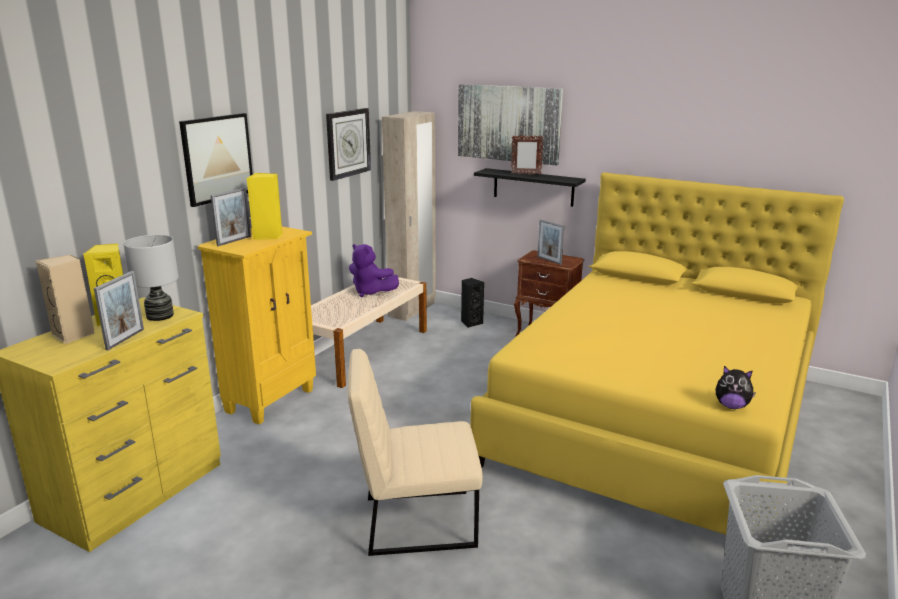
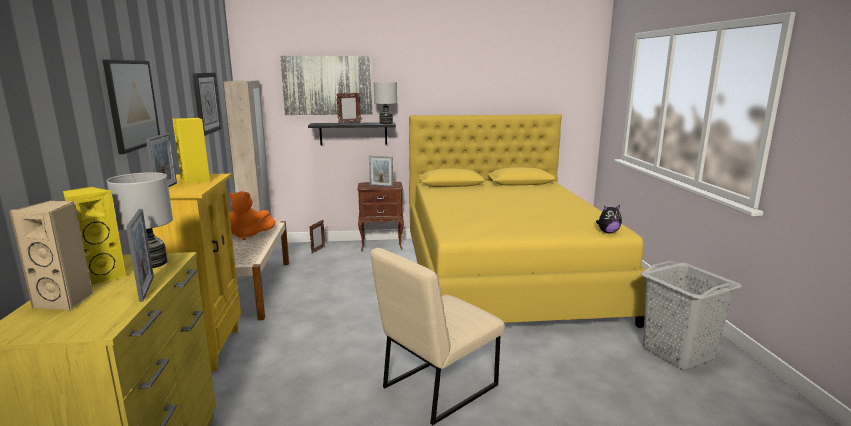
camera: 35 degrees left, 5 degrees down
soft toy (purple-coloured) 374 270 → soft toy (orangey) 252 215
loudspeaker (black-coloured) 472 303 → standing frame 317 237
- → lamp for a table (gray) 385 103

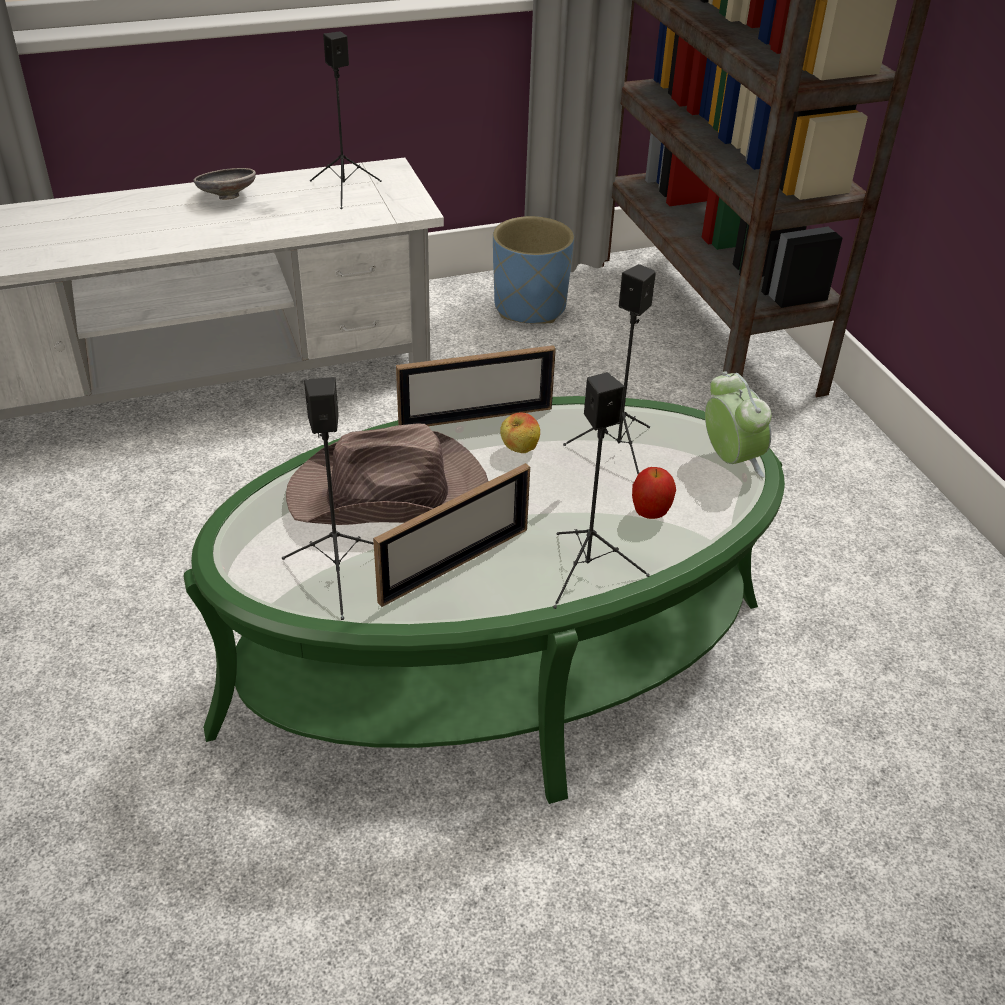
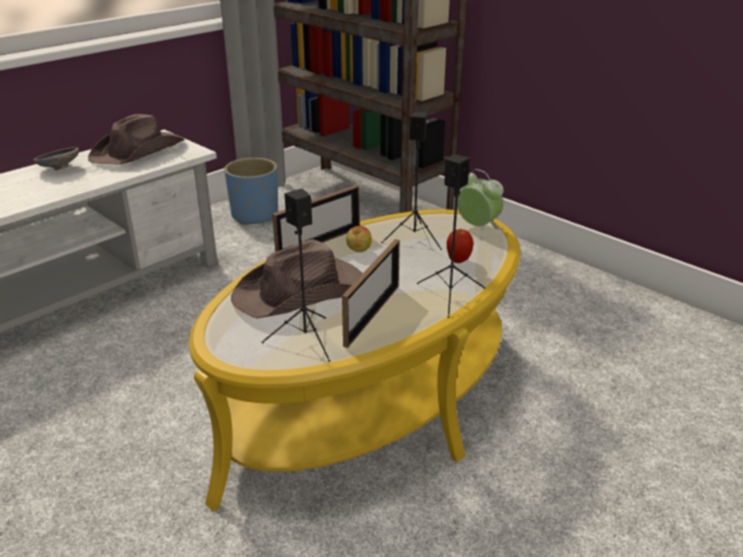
camera: 25 degrees left, 10 degrees down
lounge table (greenish) 484 600 → lounge table (yellow-coloured) 354 360
loudspeaker (black-coloured) 346 120 → clothing hat (brown) 136 139

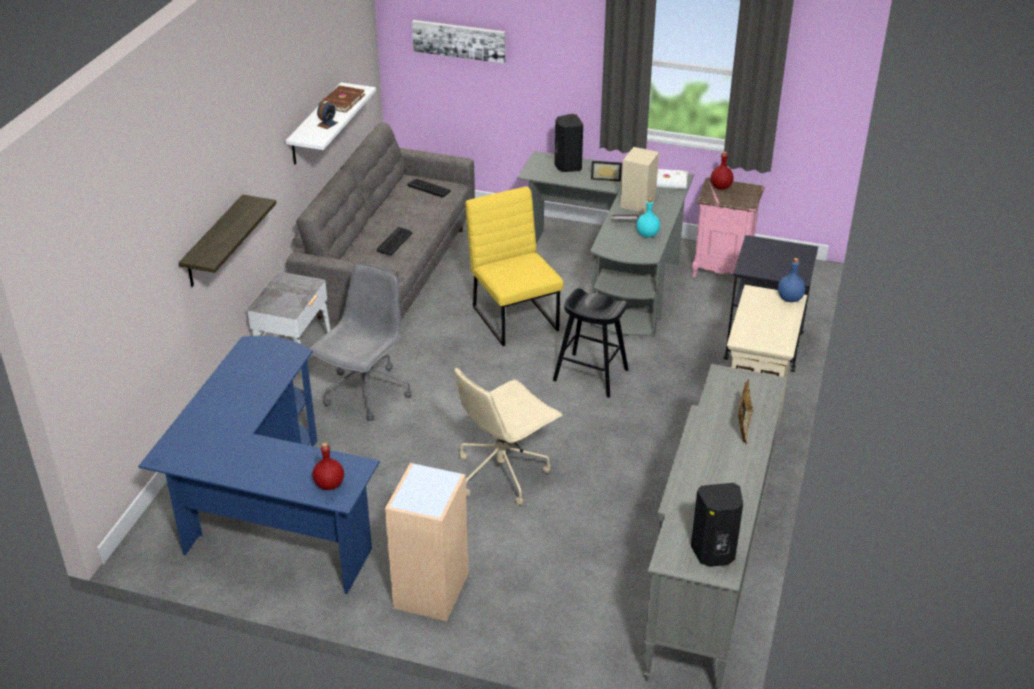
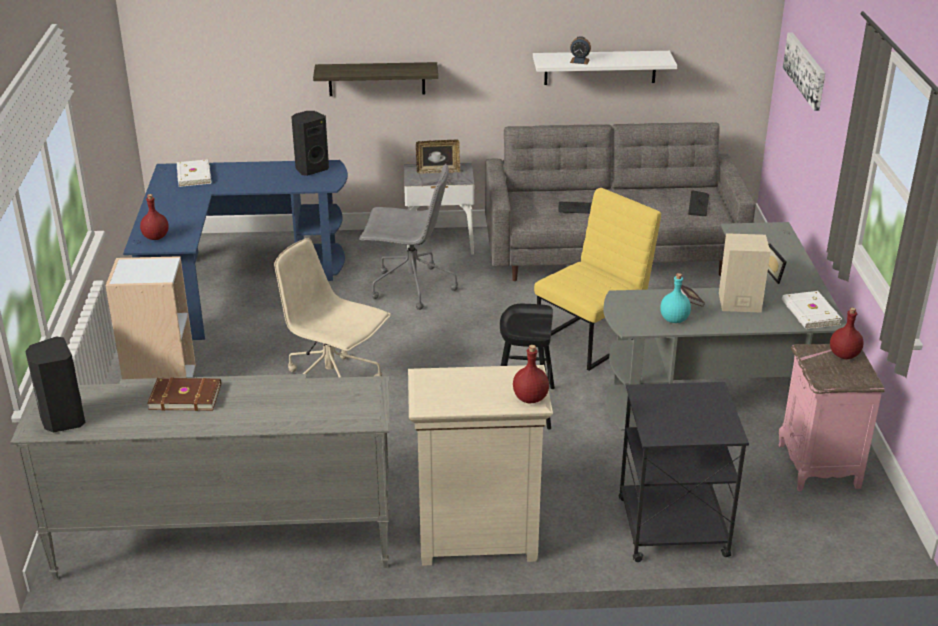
camera: 70 degrees right, 5 degrees down
volume (brown) 342 99 → volume (brown) 184 394, relocated
loudspeaker (black-coloured) 569 143 → loudspeaker (black-coloured) 310 143, relocated
standing frame 746 412 → standing frame 438 157, relocated
beverage bottle (blue) 791 280 → beverage bottle (red) 531 374
- → volume (whitish) 194 173

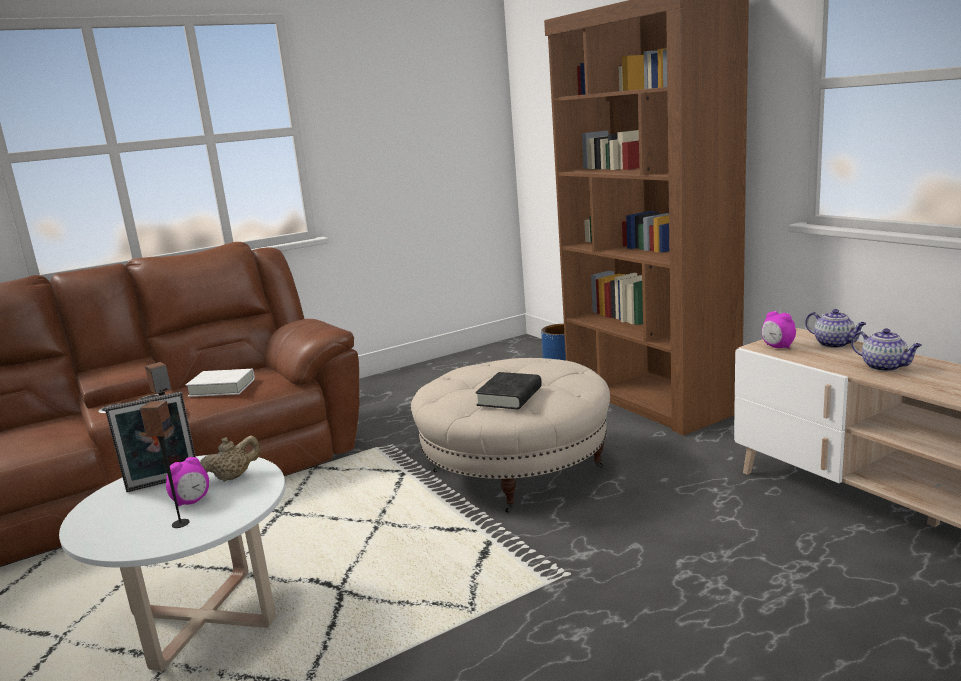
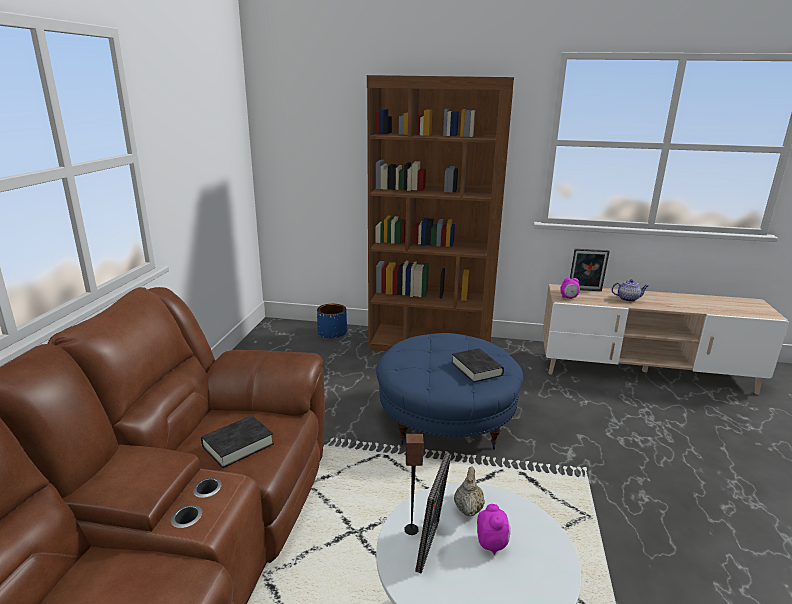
camera: 50 degrees left, 5 degrees up
loudspeaker 164 464 → -
volume (whitish) 220 383 → volume (black-coloured) 237 442
footrest (beige) 510 435 → footrest (blue) 449 391
pot for tea 835 328 → standing frame 590 269

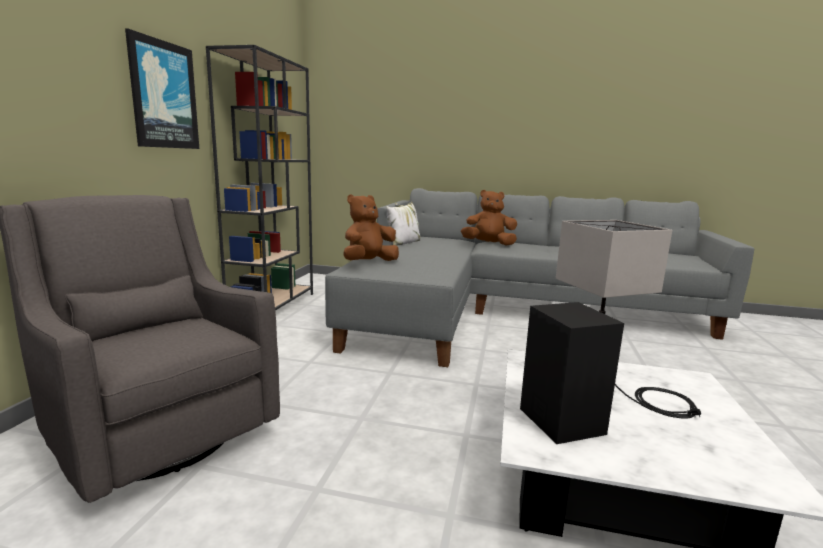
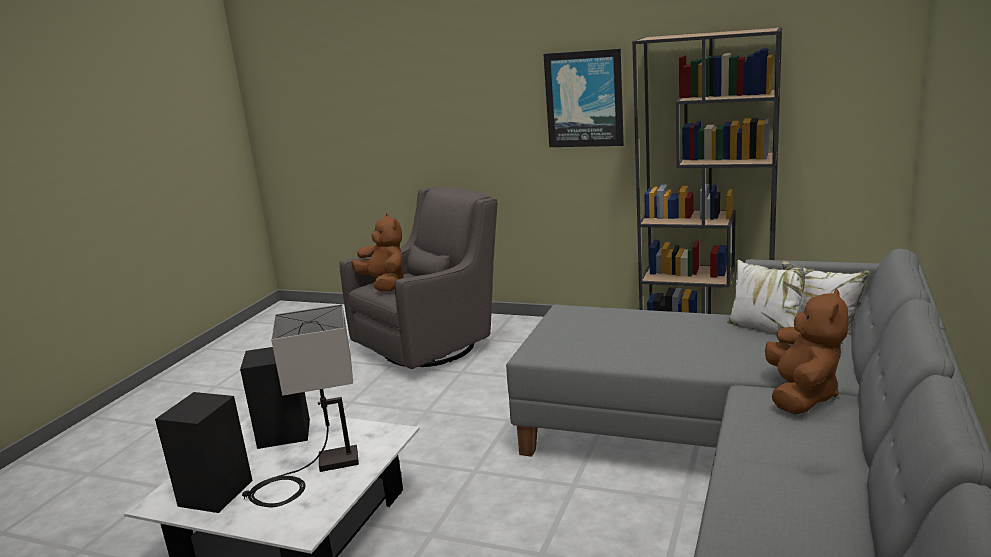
camera: 100 degrees right, 5 degrees up
soft toy (brown) 371 227 → soft toy (brown) 377 252, relocated
- → loudspeaker (black-coloured) 204 452

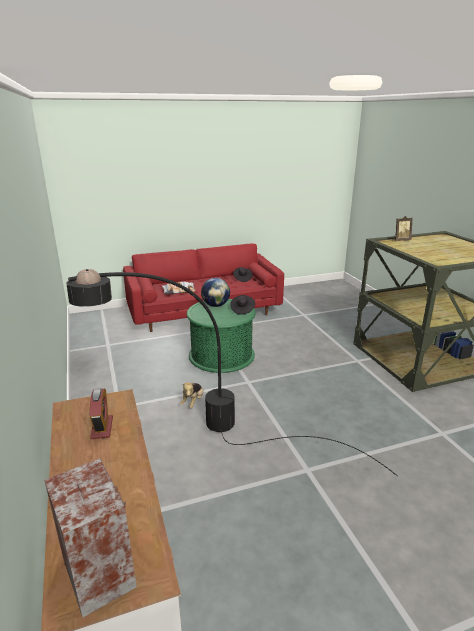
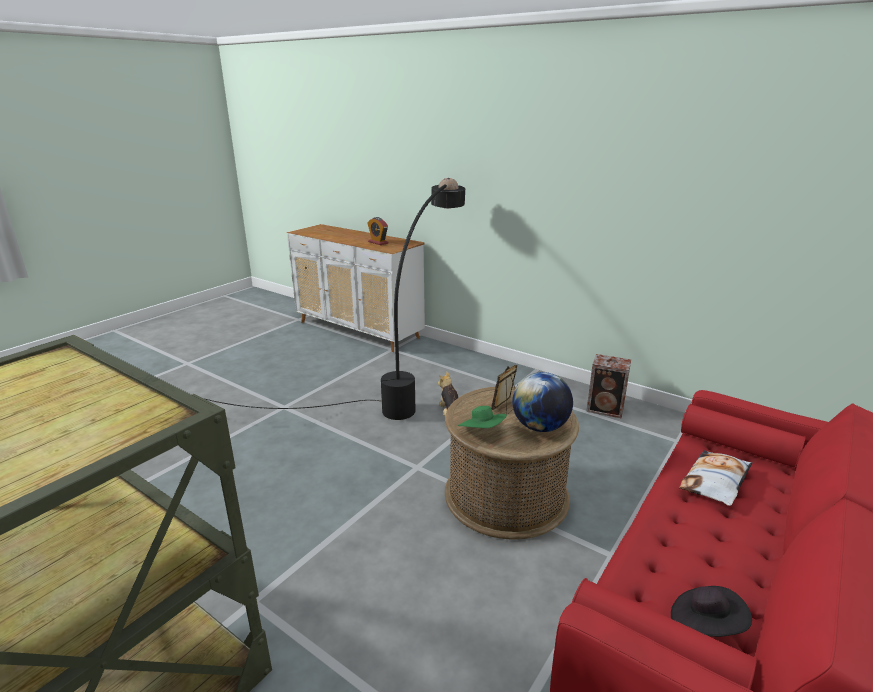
camera: 145 degrees right, 0 degrees up
loudspeaker 90 538 → loudspeaker 608 386, relocated
lounge table (greenish) 221 336 → lounge table (brown) 512 463
clothing hat (black-coloured) 242 305 → clothing hat (greenish) 482 417
standing frame 403 228 → standing frame 504 389, relocated

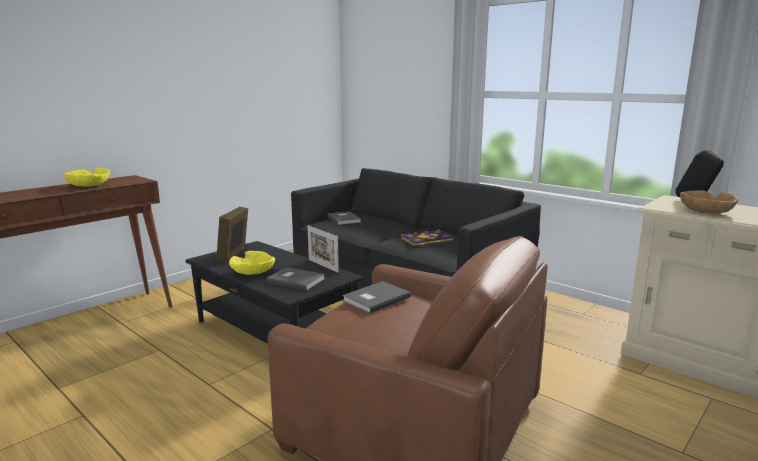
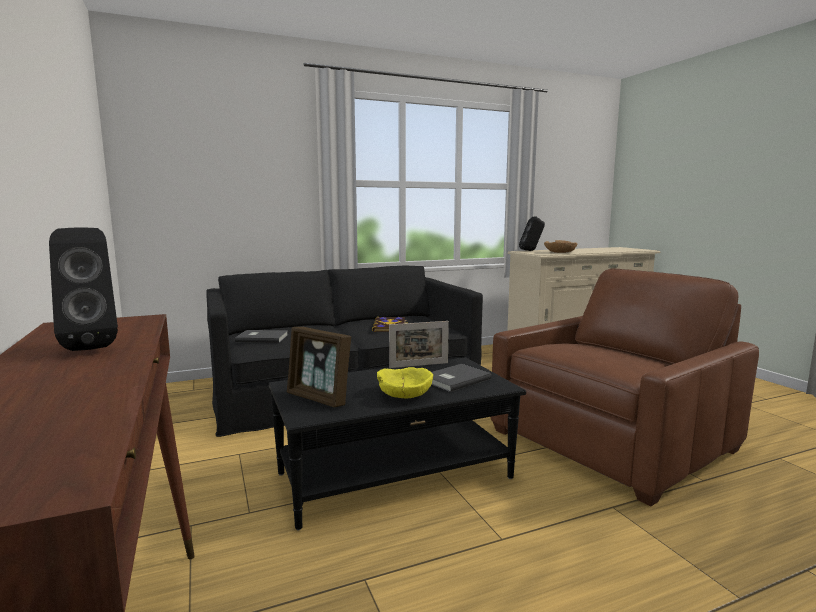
camera: 65 degrees left, 5 degrees down
bowl (yellow-coloured) 86 177 → loudspeaker (black-coloured) 83 289
volume (gray) 376 297 → -

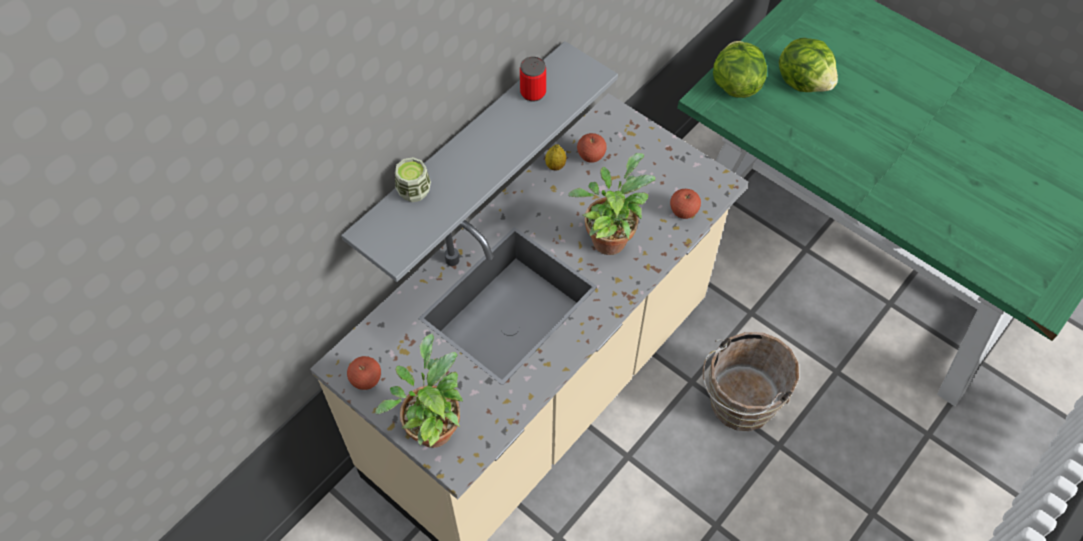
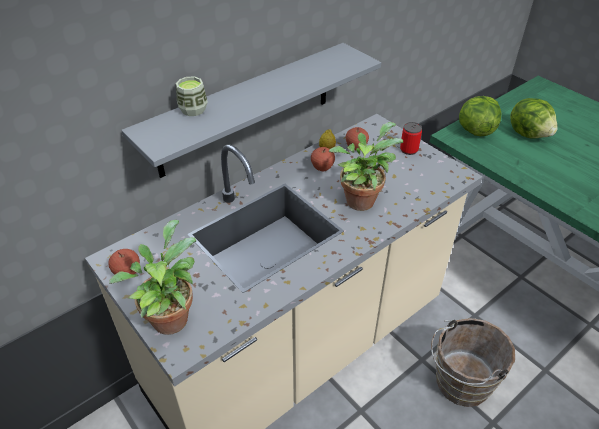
camera: 10 degrees right, 15 degrees down
can 533 79 → can 411 138, relocated
apple 685 204 → apple 323 159, relocated

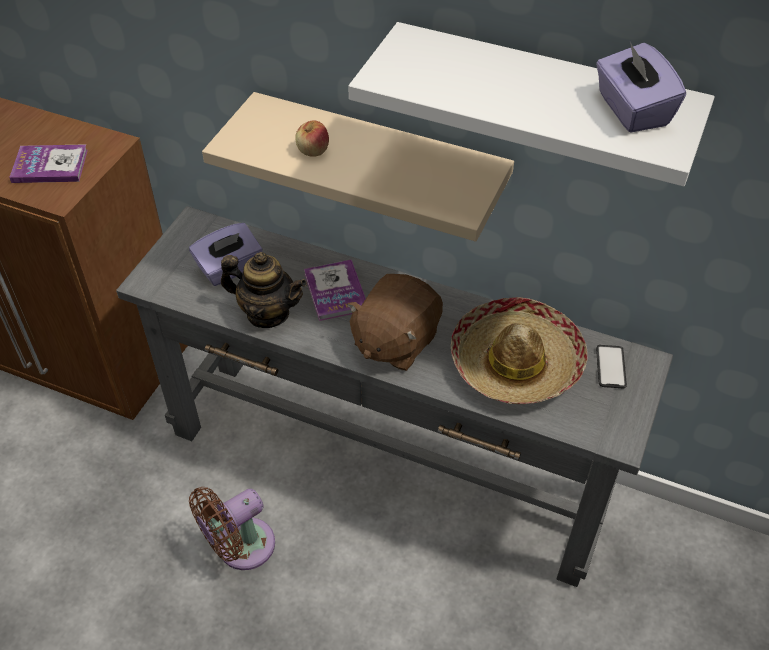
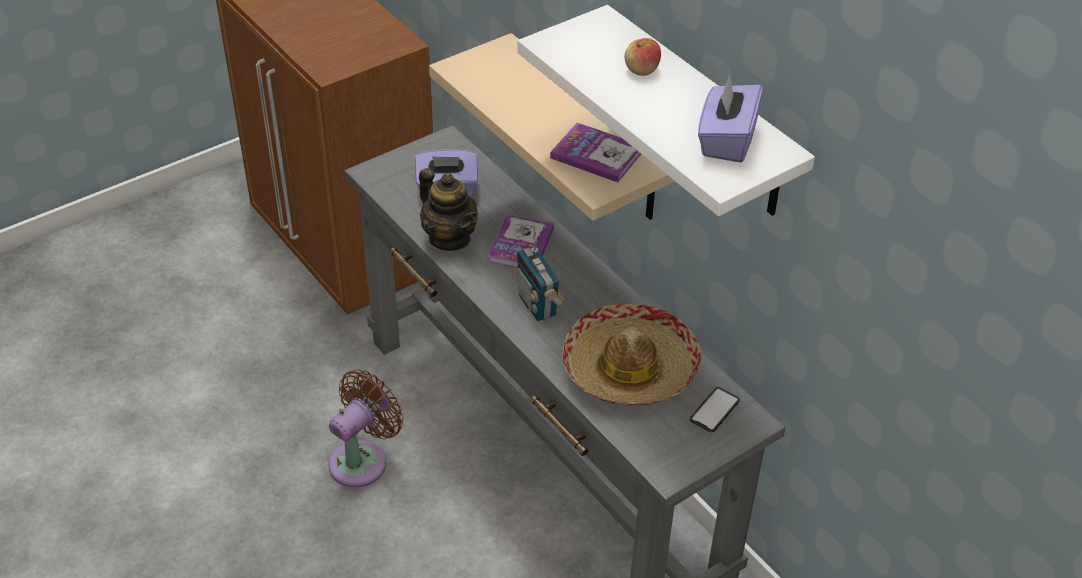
camera: 30 degrees right, 5 degrees down
volume 48 163 → volume 595 152, relocated
fan (brown) 232 528 → fan (brown) 365 428, 135 degrees clockwise
apple 312 138 → apple 643 57, relocated
soft toy (brown) 395 322 → radio set 541 273

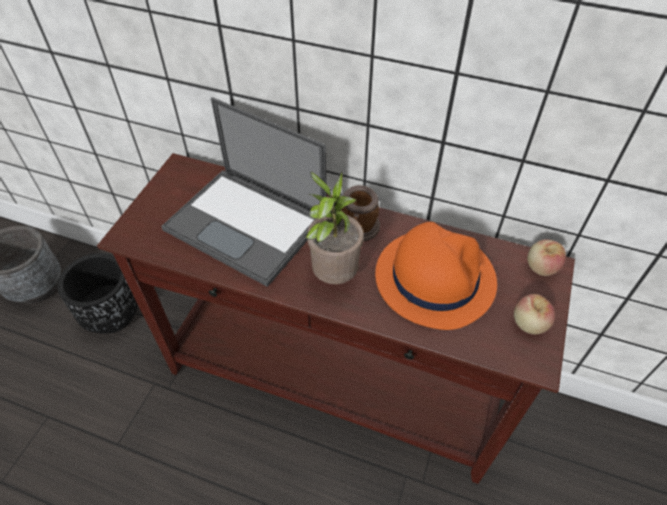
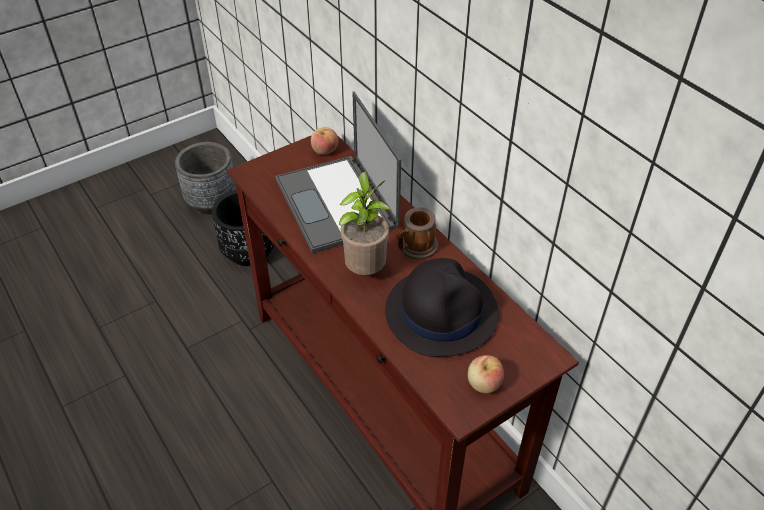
camera: 35 degrees right, 5 degrees down
clothing hat (orangey) 436 276 → clothing hat (black-coloured) 442 307
apple 546 257 → apple 324 141, relocated

